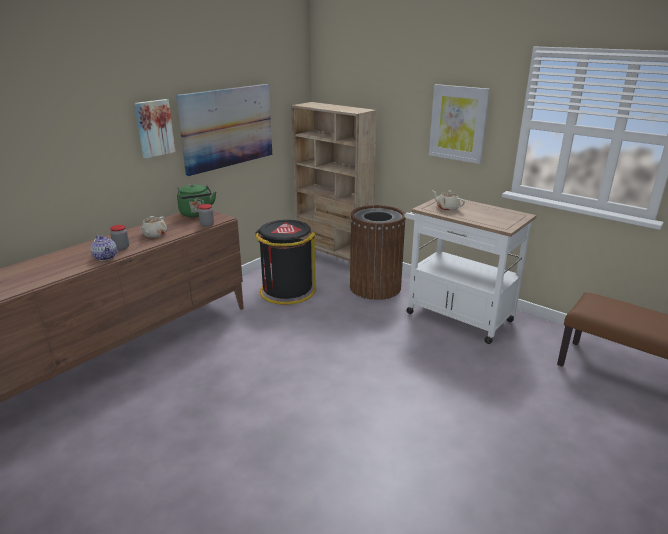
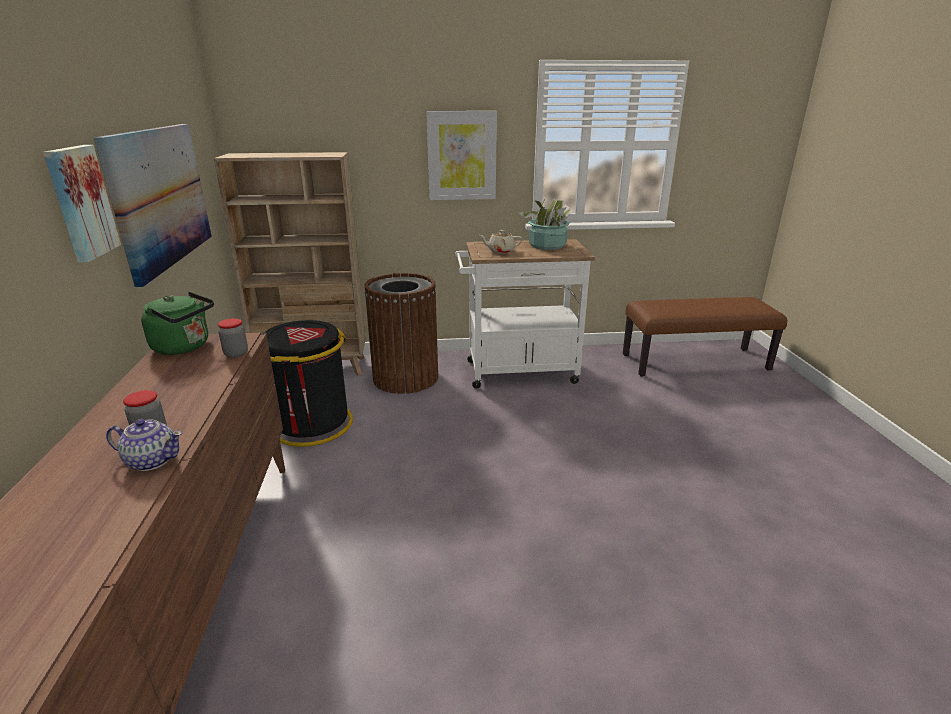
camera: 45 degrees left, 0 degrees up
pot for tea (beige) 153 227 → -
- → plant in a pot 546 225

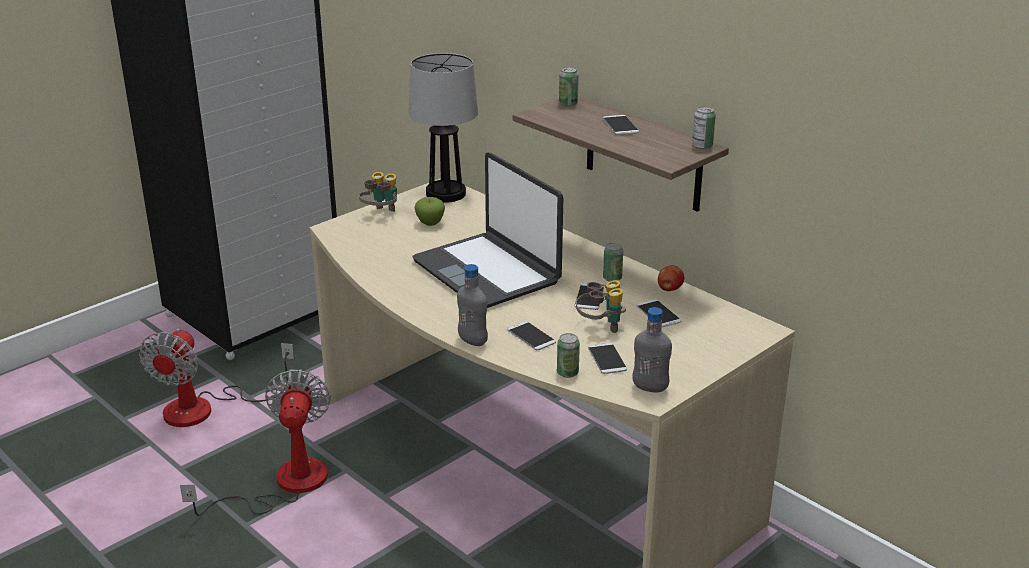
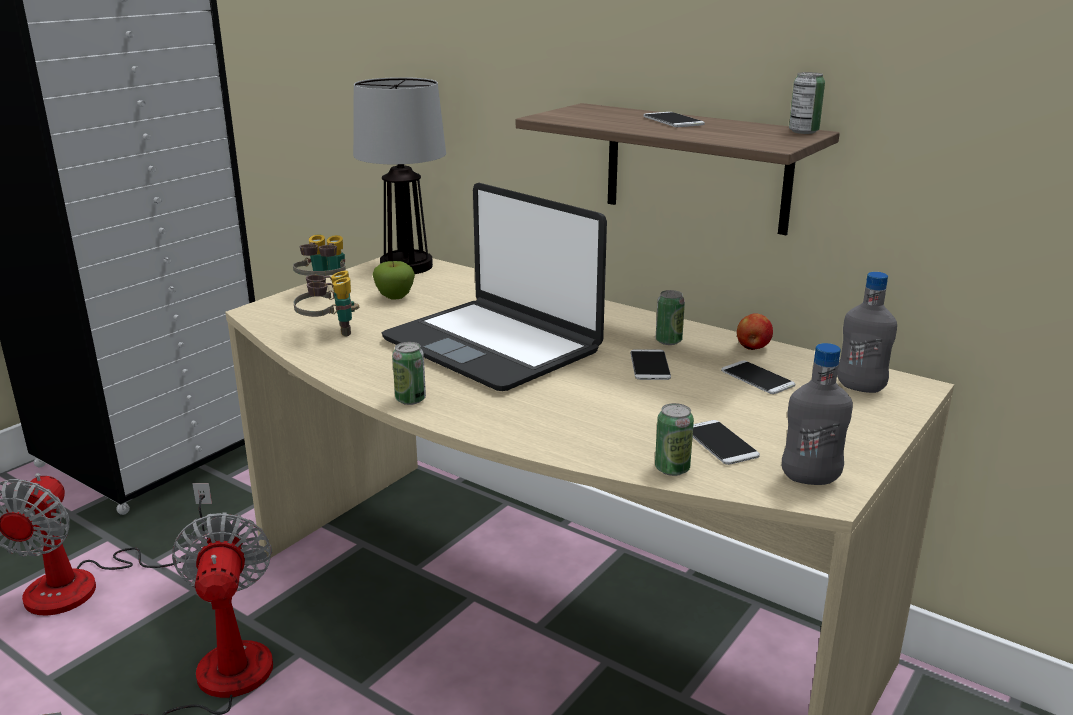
camera: 10 degrees left, 5 degrees down
beverage bottle (gray) 472 305 → beverage bottle (gray) 867 332, relocated
phone 532 335 → -
can 569 87 → can 409 373, relocated
field glasses 601 306 → field glasses 326 303, relocated

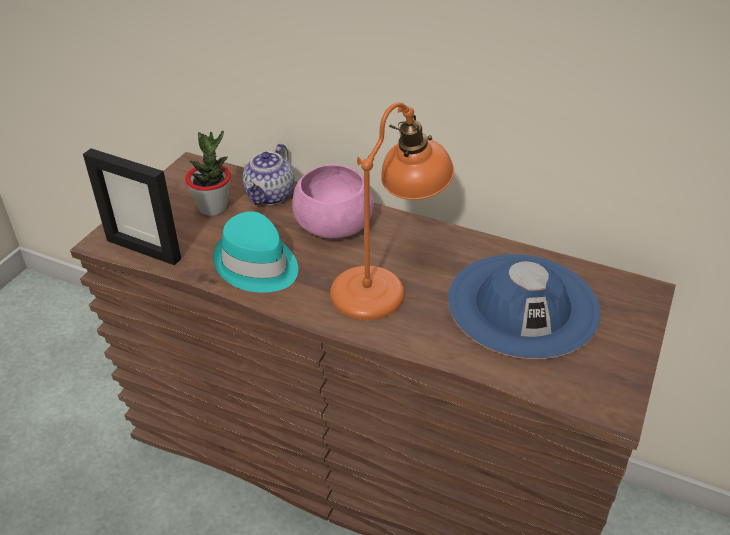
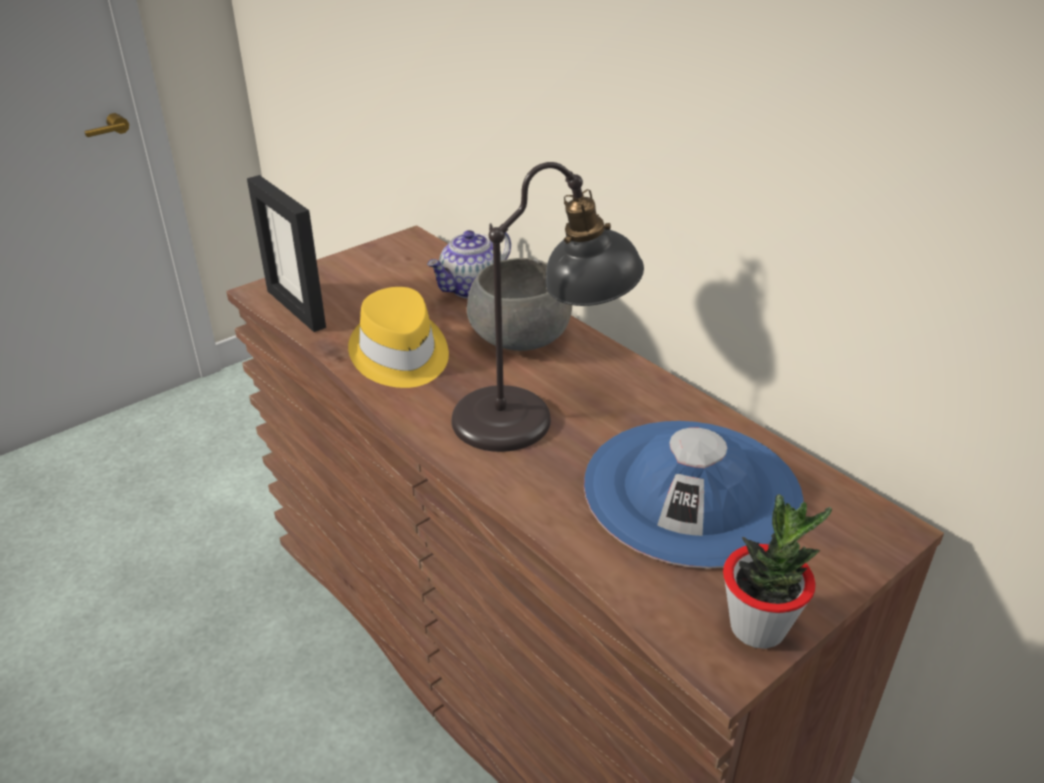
camera: 25 degrees right, 5 degrees down
plant in a pot 208 173 → plant in a pot 777 571, relocated
clothing hat (blue-green) 255 252 → clothing hat (yellow-coloured) 398 337
bowl (pinkish) 333 201 → bowl (gray) 519 304
lamp for a table (orangey) 392 211 → lamp for a table (gray) 547 307

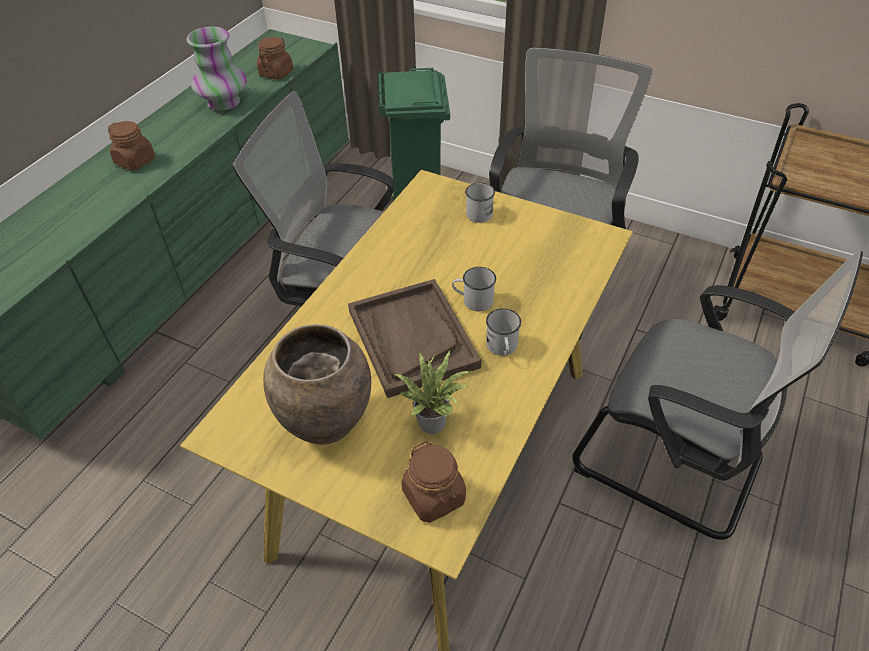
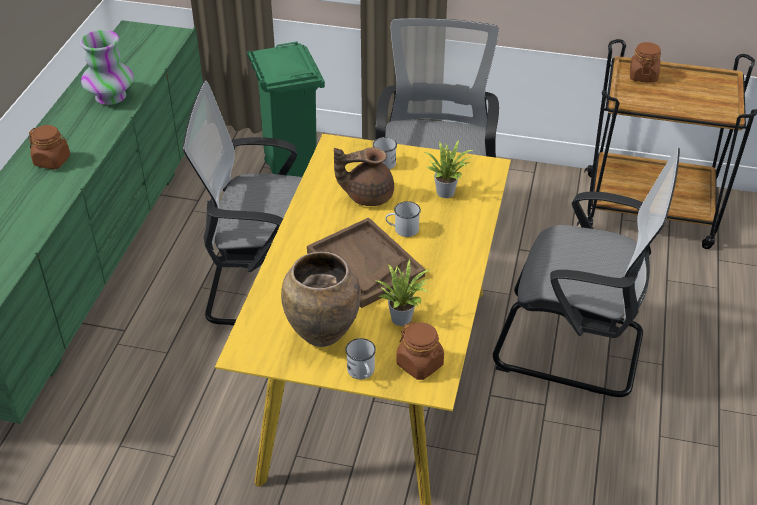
camera: 15 degrees left, 5 degrees down
jar (brown) 275 58 → jar (brown) 645 62, relocated
tea mug (whitish) 503 332 → tea mug (whitish) 360 358, relocated
- → pot for tea (brown) 364 176
- → plant in a pot 449 169

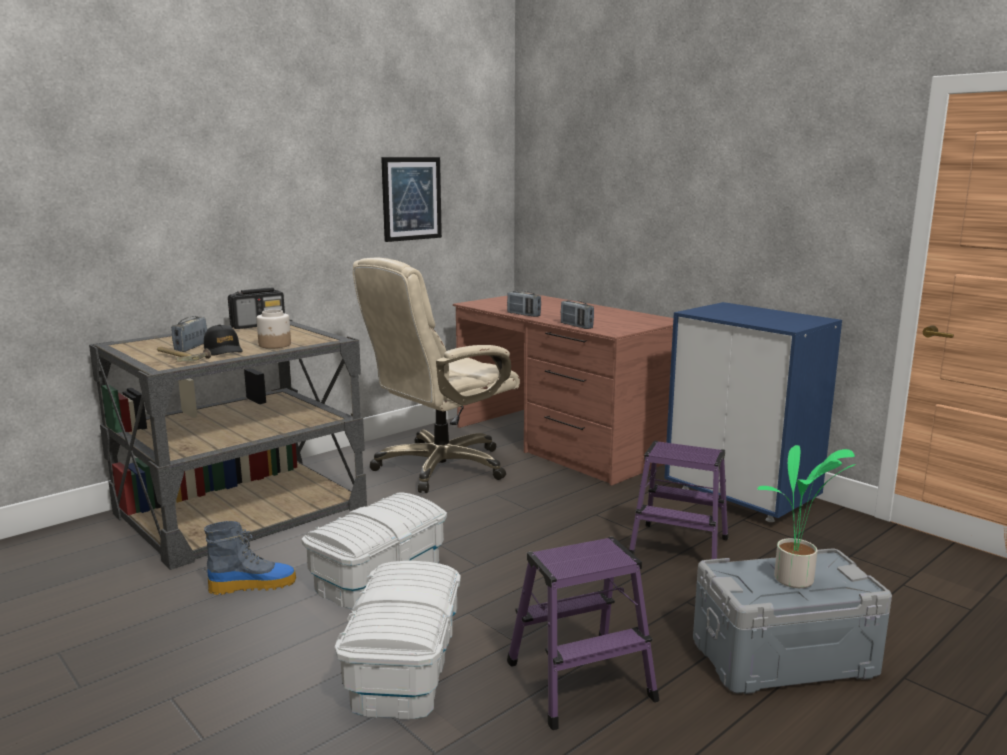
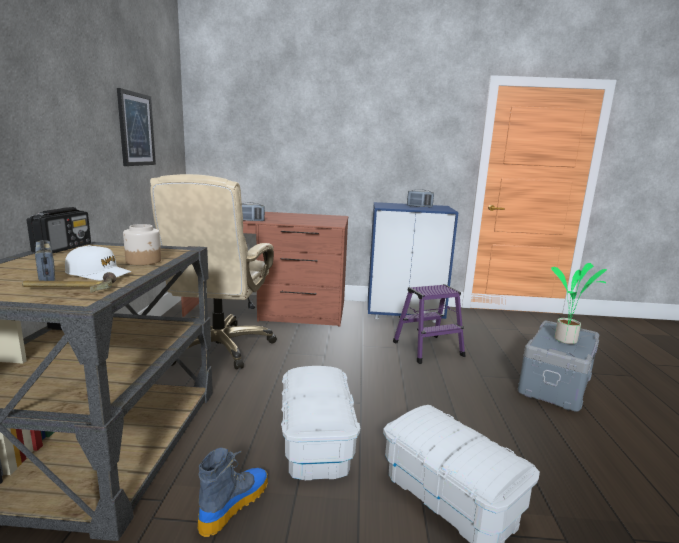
camera: 45 degrees left, 0 degrees up
peaked cap (black-coloured) 223 339 → peaked cap (whitish) 98 262
step stool (purple-coloured) 583 633 → -
radio set 577 314 → radio set 420 198, relocated

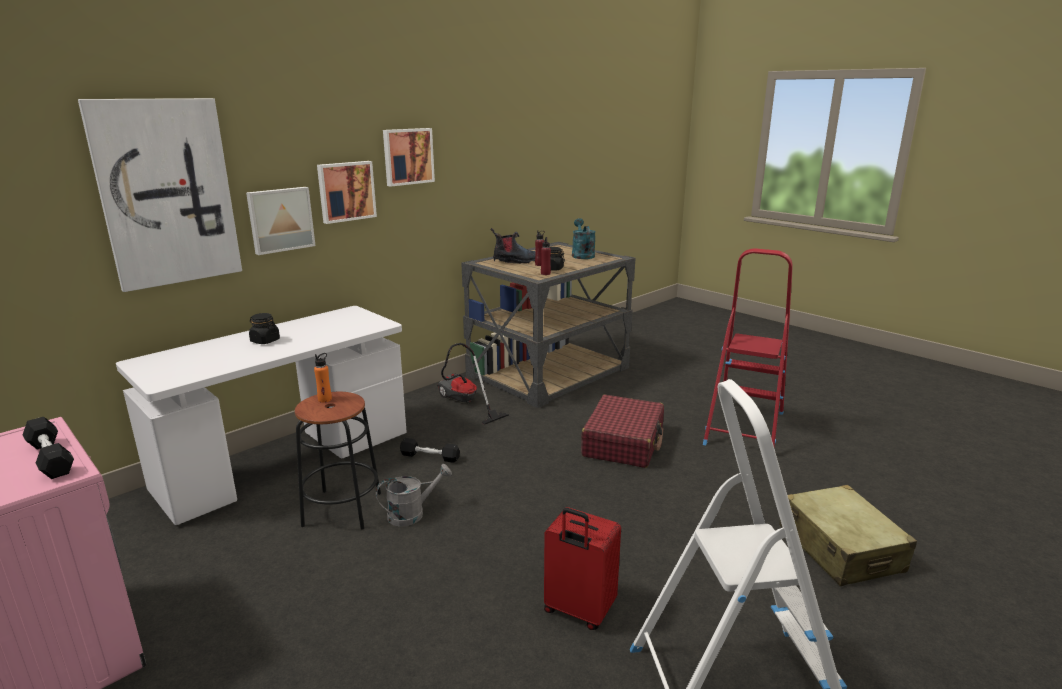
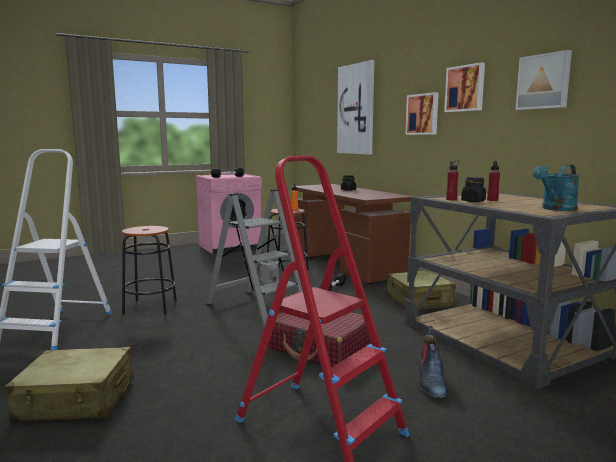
camera: 105 degrees right, 10 degrees down
desk unit (whitish) 261 415 → desk unit (brown) 352 234
wall art 280 221 → wall art 543 80, relocated
vacuum cleaner 473 384 → piece of luggage (beige) 421 290
high-top boot 513 245 → high-top boot 433 362, relocated
piece of luggage (red) 582 568 → stool (black-coloured) 149 270
watering pot (blue-green) 584 238 → watering pot (blue-green) 556 187, 135 degrees clockwise
- → step stool (gray) 254 258

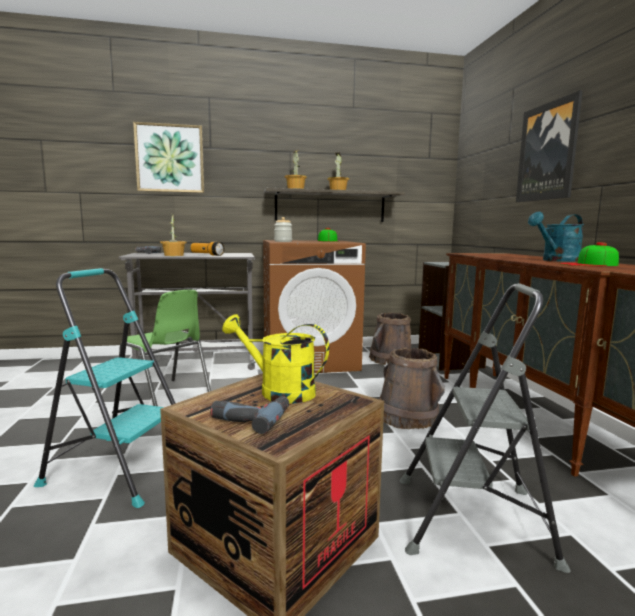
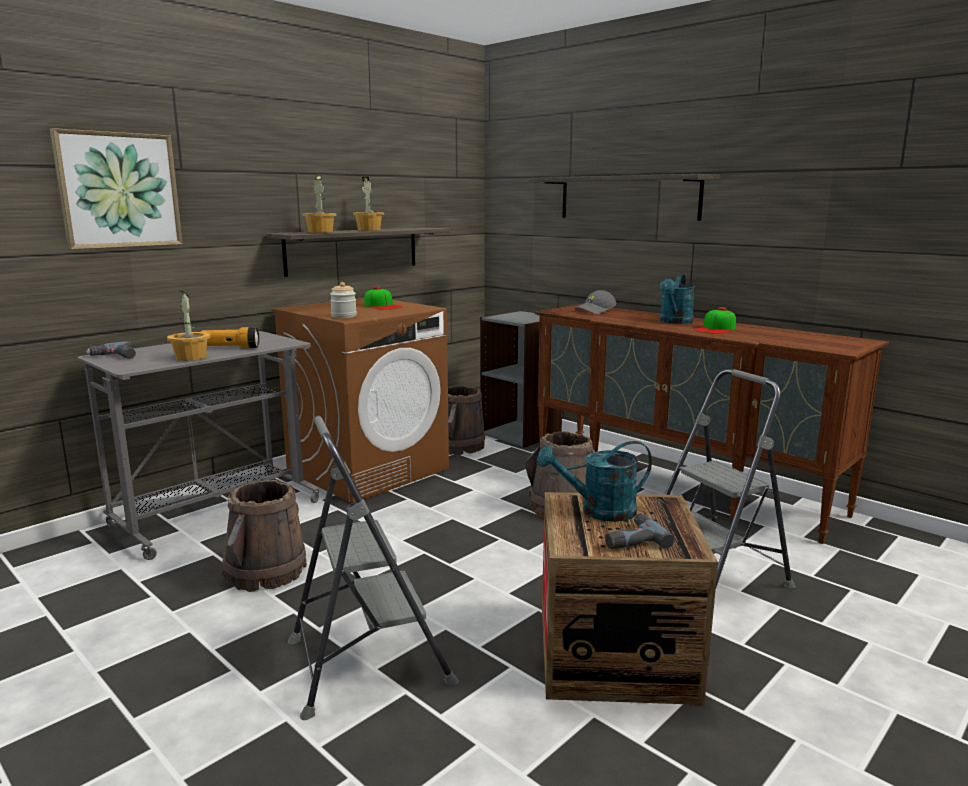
camera: 35 degrees left, 5 degrees up
step stool (blue-green) 105 388 → step stool (gray) 373 567
plain chair (greenish) 165 348 → water bucket (brown) 264 536
watering pot (yellow-coloured) 275 359 → watering pot (blue-green) 594 481
wall art 549 146 → bracket shelf 624 197
- → peaked cap (gray) 595 302

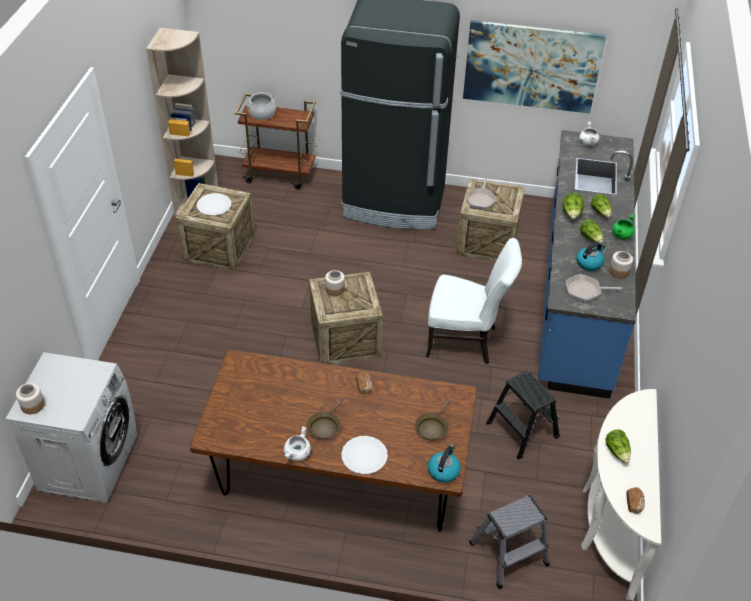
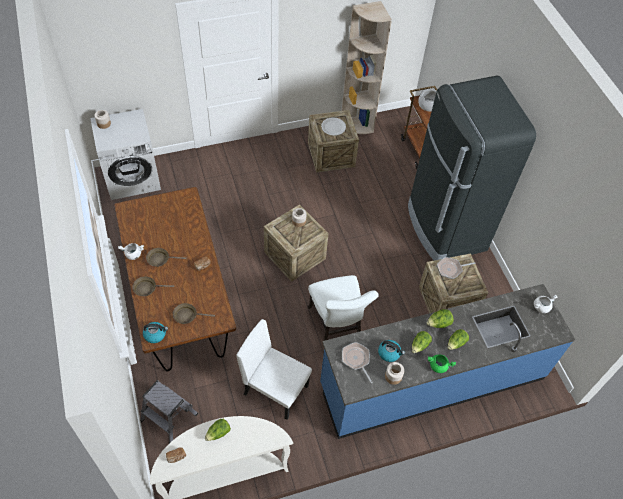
camera: 60 degrees right, 10 degrees up
plate (whitish) 364 455 → skillet (brown) 153 286
wall art 534 67 → -
step stool (black-coloured) 523 415 → plain chair (whitish) 274 369

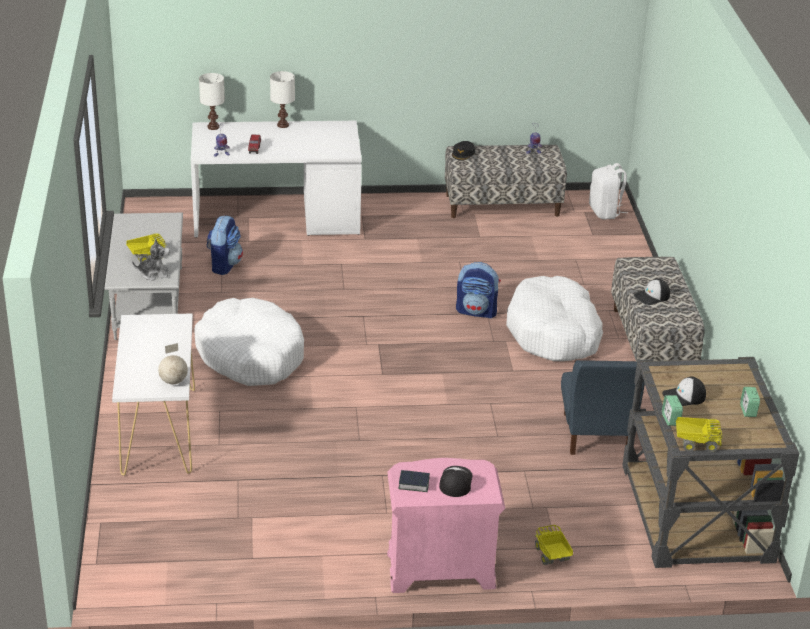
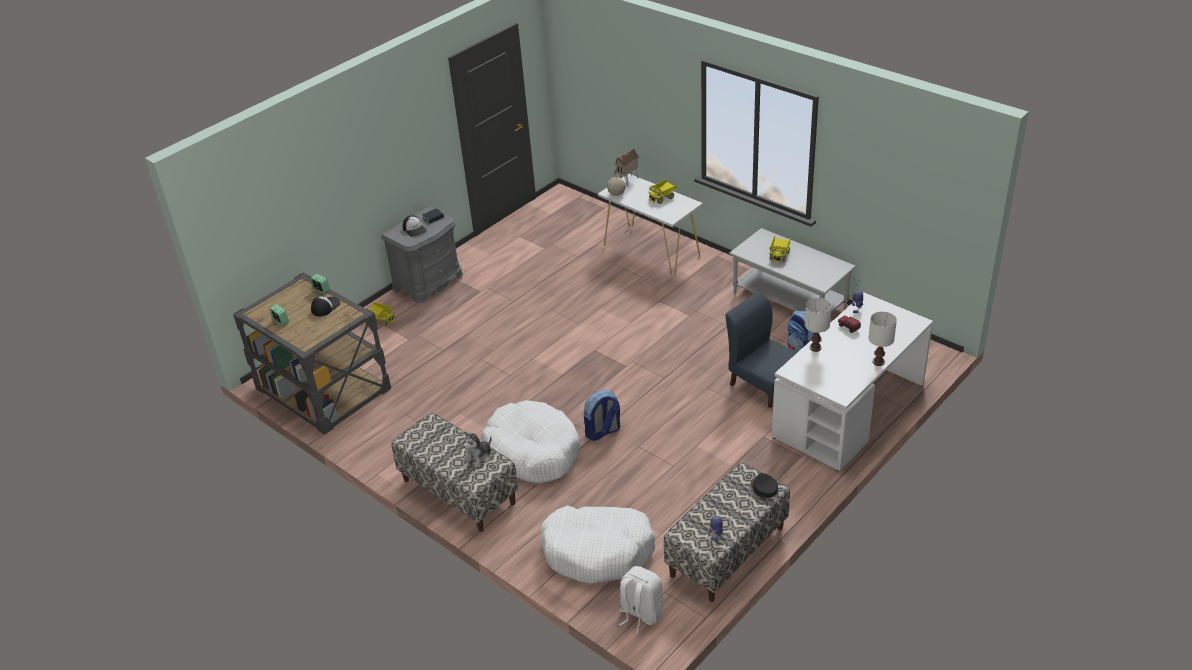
camera: 140 degrees right, 5 degrees up
soft toy 151 260 → soft toy 477 449, relocated
dog bed (whitish) 249 342 → dog bed (whitish) 598 545, relocated
lamp for a table (whitish) 212 101 → lamp for a table (whitish) 818 325, relocated
night table (pinkish) 446 525 → night table (gray) 422 255
plain chair (blue) 603 407 → plain chair (blue) 762 350, relocated
peaked cap 652 291 → -
toy truck 699 434 → toy truck 662 191, relocated
- → model house 627 167

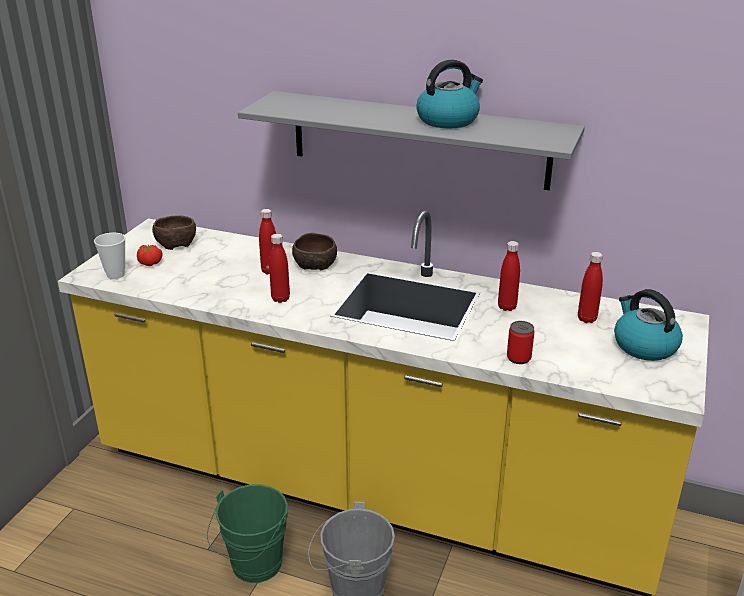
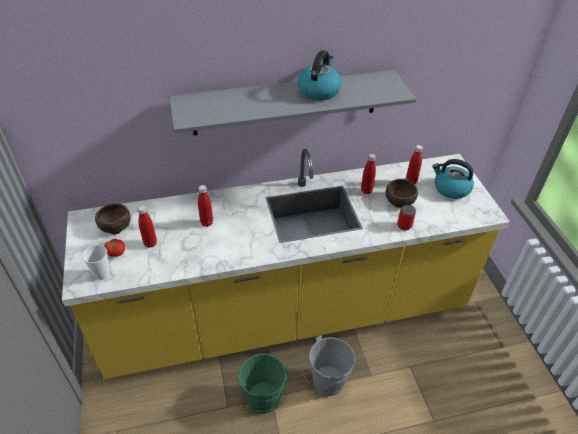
camera: 35 degrees left, 15 degrees up
beverage bottle (red) 279 268 → beverage bottle (red) 147 226, relocated
bowl (brown) 314 251 → bowl (brown) 402 193, relocated

